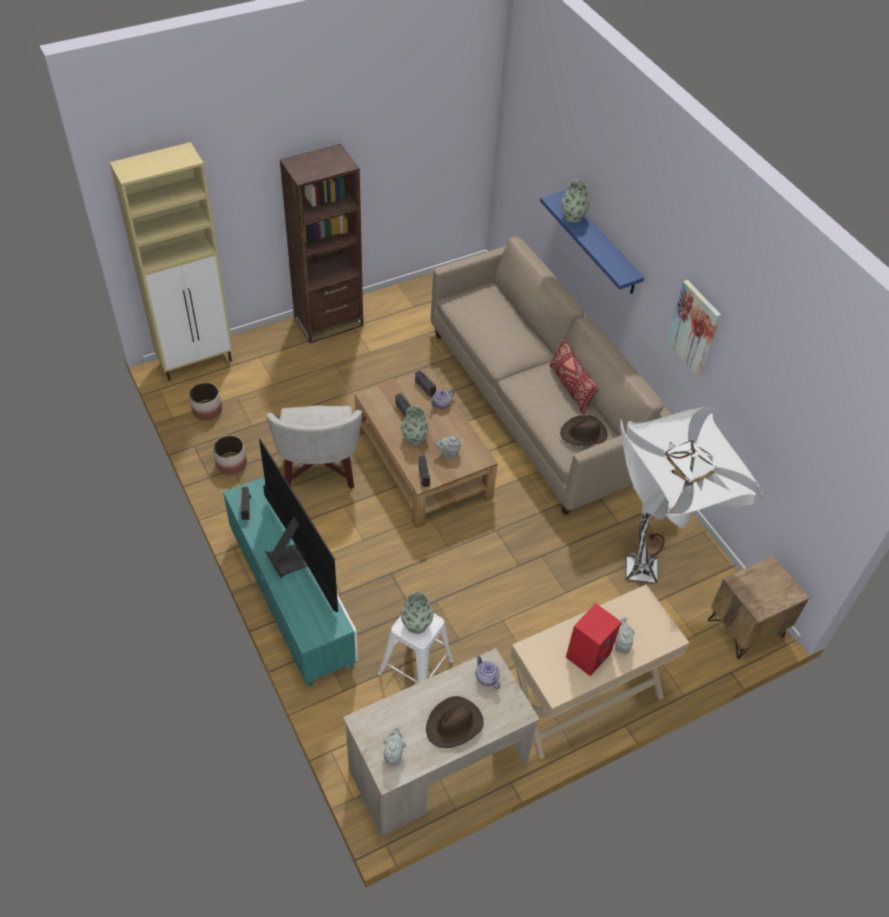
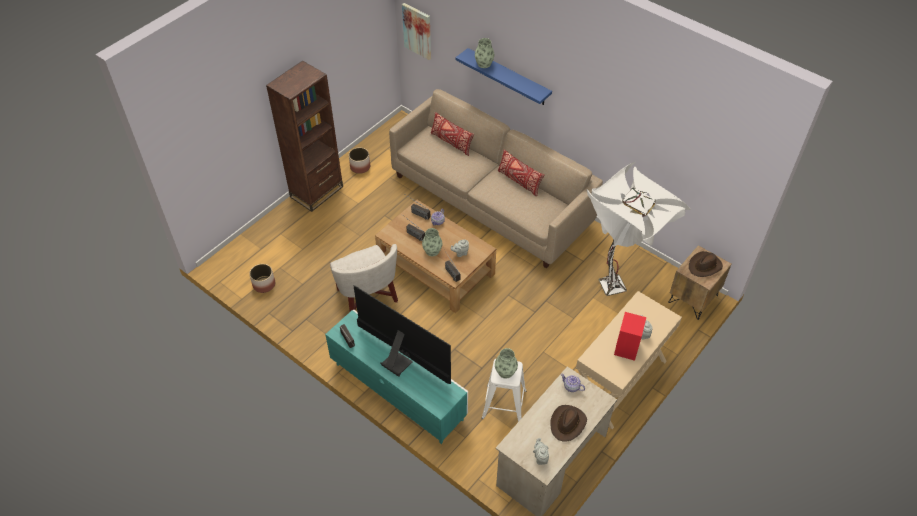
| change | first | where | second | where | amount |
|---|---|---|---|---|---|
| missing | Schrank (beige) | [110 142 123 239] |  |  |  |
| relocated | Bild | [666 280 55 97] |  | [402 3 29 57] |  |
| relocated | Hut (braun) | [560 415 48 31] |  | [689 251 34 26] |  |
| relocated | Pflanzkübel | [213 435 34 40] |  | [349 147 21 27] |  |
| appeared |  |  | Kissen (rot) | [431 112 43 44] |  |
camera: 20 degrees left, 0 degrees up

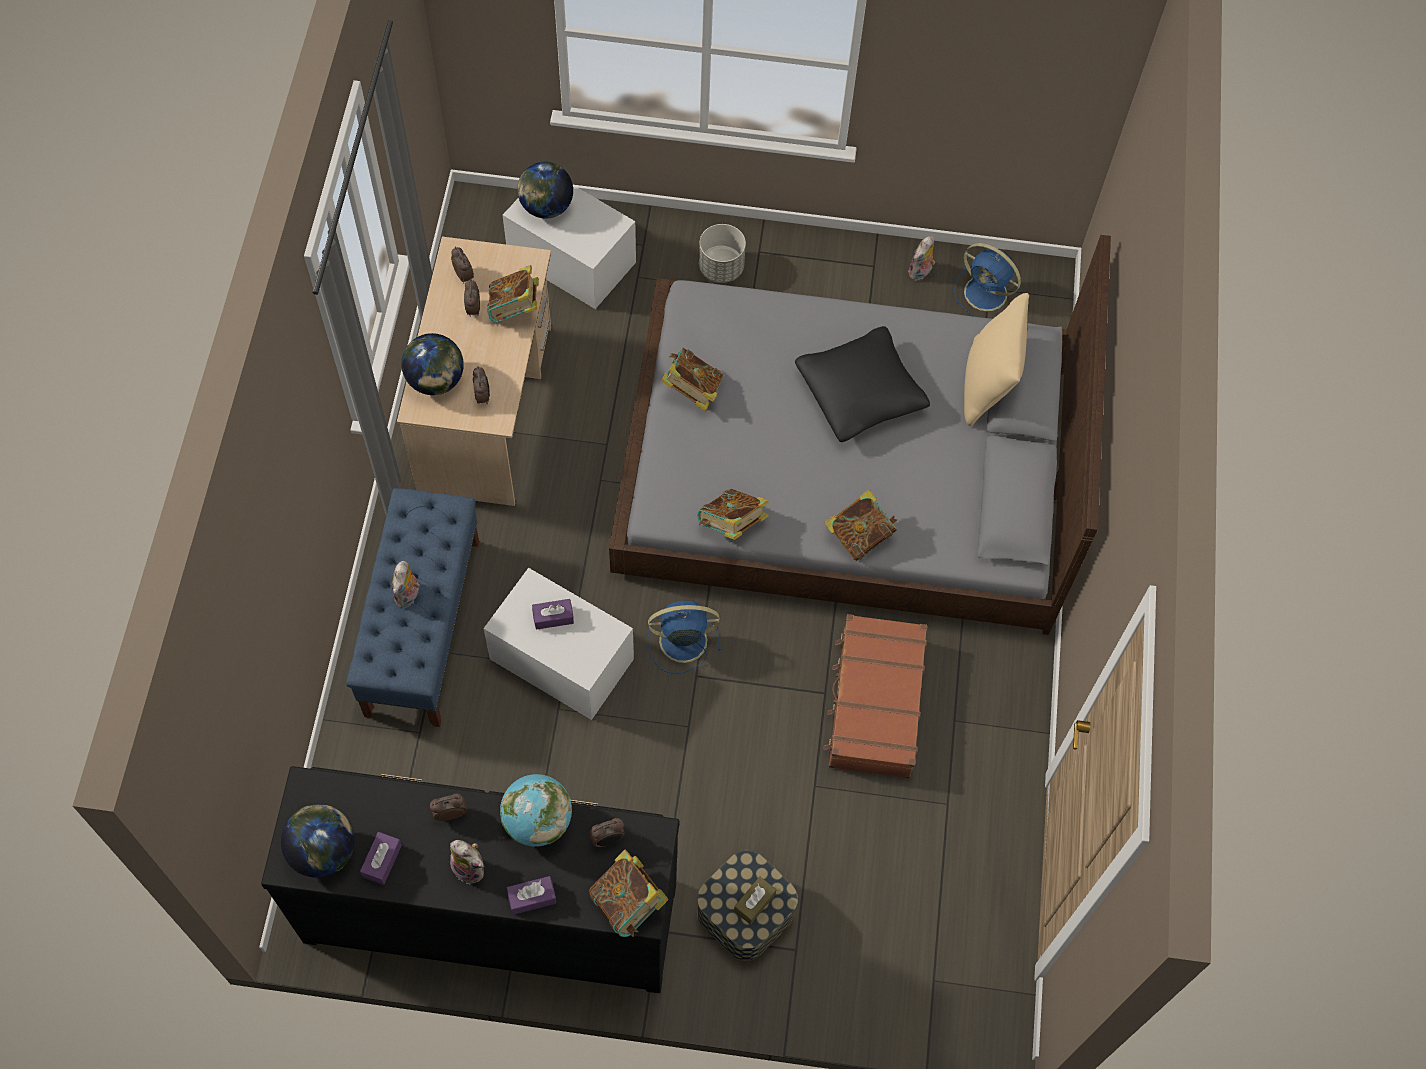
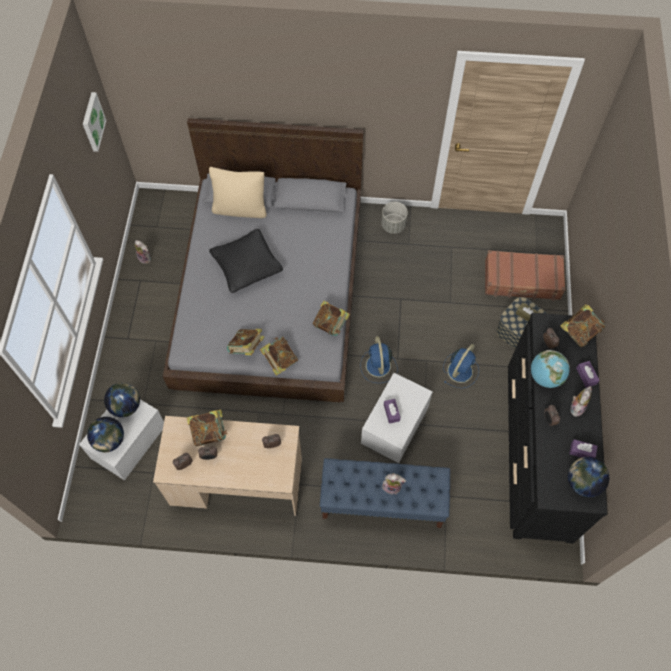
| change | first | where | second | where | amount |
|---|---|---|---|---|---|
| relocated | Pflanzkübel (grau) | [699 224 47 59] |  | [381 202 27 32] |  |
| relocated | Ventilator (blau) | [954 243 67 74] |  | [443 344 36 44] |  |
| relocated | Globus | [401 333 63 62] |  | [104 382 36 35] |  |
| relocated | Buch | [824 489 73 72] |  | [260 337 38 39] |  |
| relocated | Koffer (braun) | [823 614 104 164] |  | [485 250 80 51] |  |
| appeared |  |  | Bild | [83 92 24 60] |  |
camera: 90 degrees left, 0 degrees up

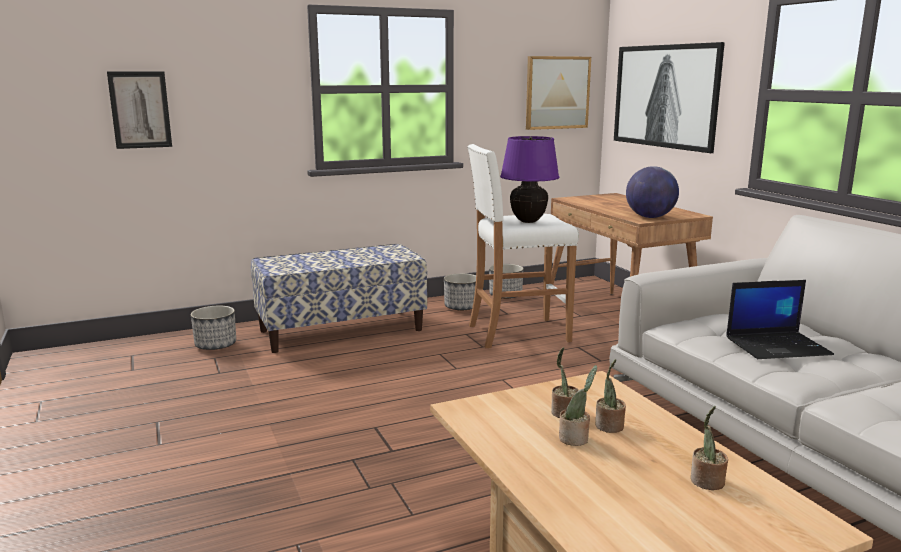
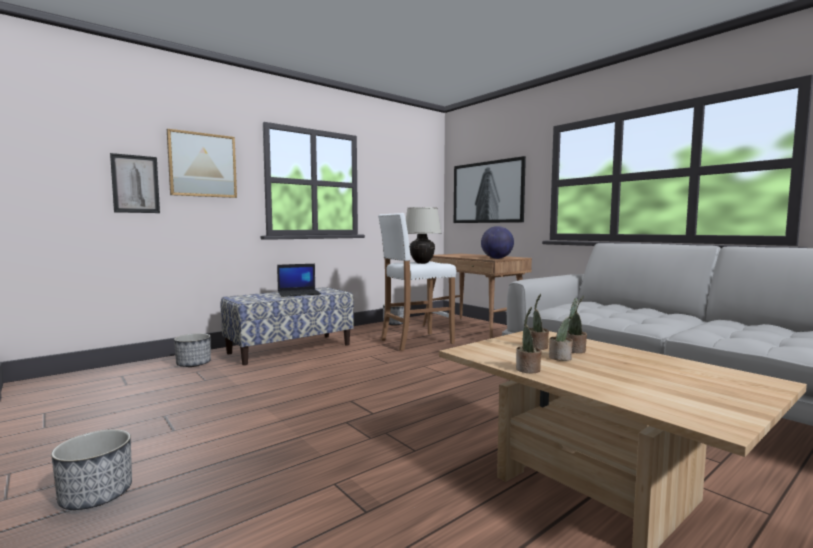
| change | first | where | second | where | amount |
|---|---|---|---|---|---|
| relocated | Bild | [526 56 65 74] |  | [167 129 70 69] |  |
| colour | Tischlampe (lila) | [500 136 60 87] | Tischlampe (beige) | [406 207 36 57] |  |
| relocated | Pflanzkübel | [444 273 32 38] |  | [51 429 81 81] |  |
| relocated | Laptop | [726 280 108 79] |  | [277 264 44 33] |  |
| relocated | Topfpflanze | [691 406 37 84] |  | [516 307 25 66] |  |
camera: 15 degrees left, 10 degrees down

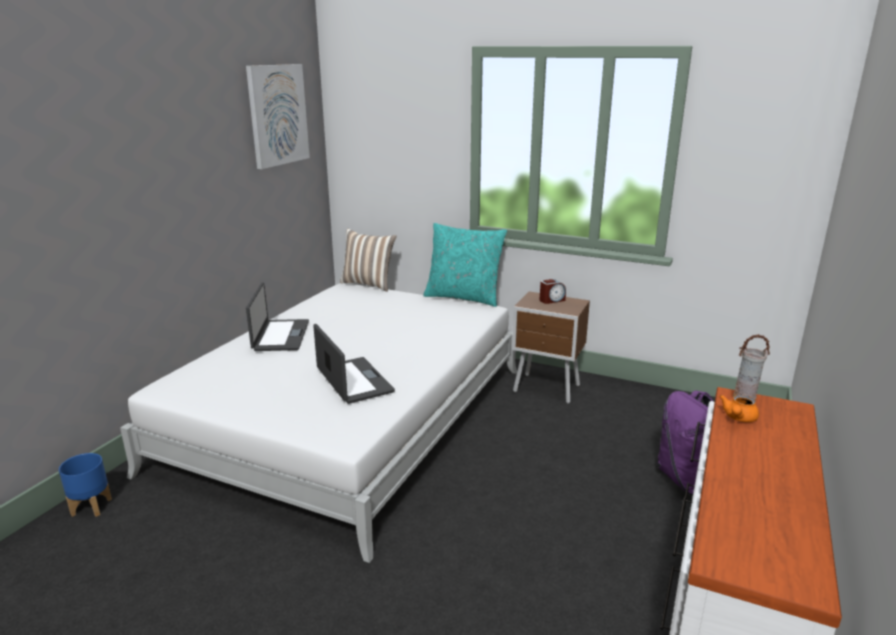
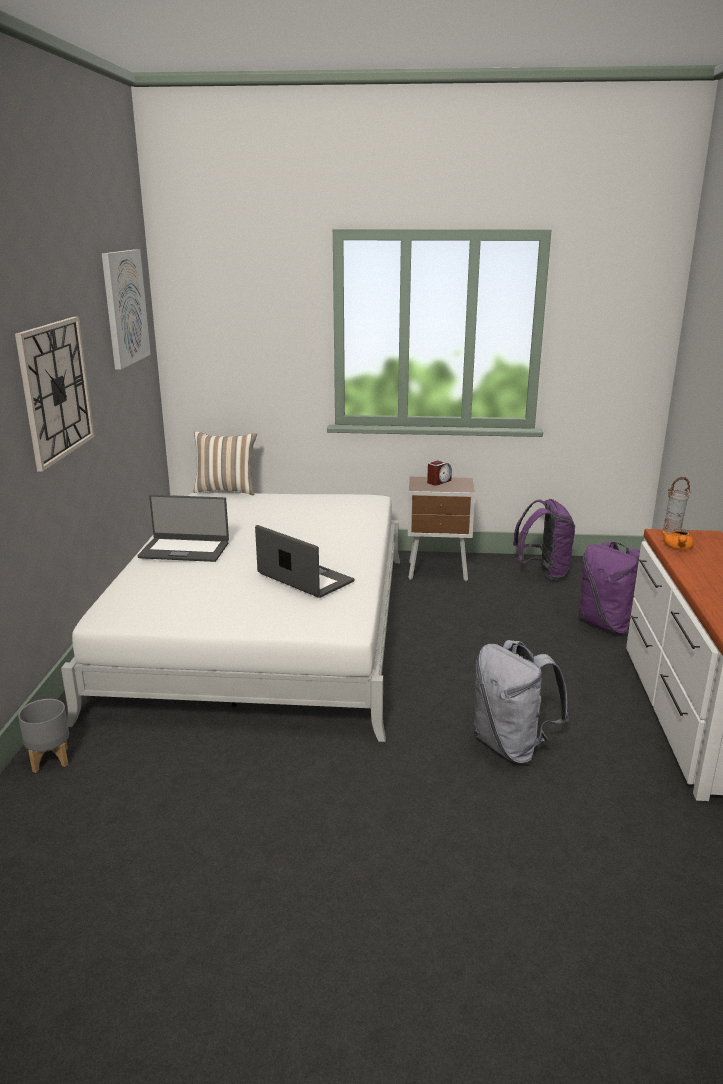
| change | first | where | second | where | amount |
|---|---|---|---|---|---|
| missing | Kissen (türkis) | [423 223 84 84] |  |  |  |
| spun | Laptop | [246 282 63 69] |  | [137 495 92 67] | 120 degrees clockwise |
| colour | Pflanzkübel (blau) | [59 453 53 64] | Pflanzkübel (grau) | [18 699 51 74] |  |
| appeared |  |  | Wanduhr | [15 317 80 155] |  |
| appeared |  |  | Rucksack (lila) | [513 499 62 81] |  |
| appeared |  |  | Rucksack (grau) | [473 640 96 124] |  |
camera: 20 degrees left, 0 degrees up

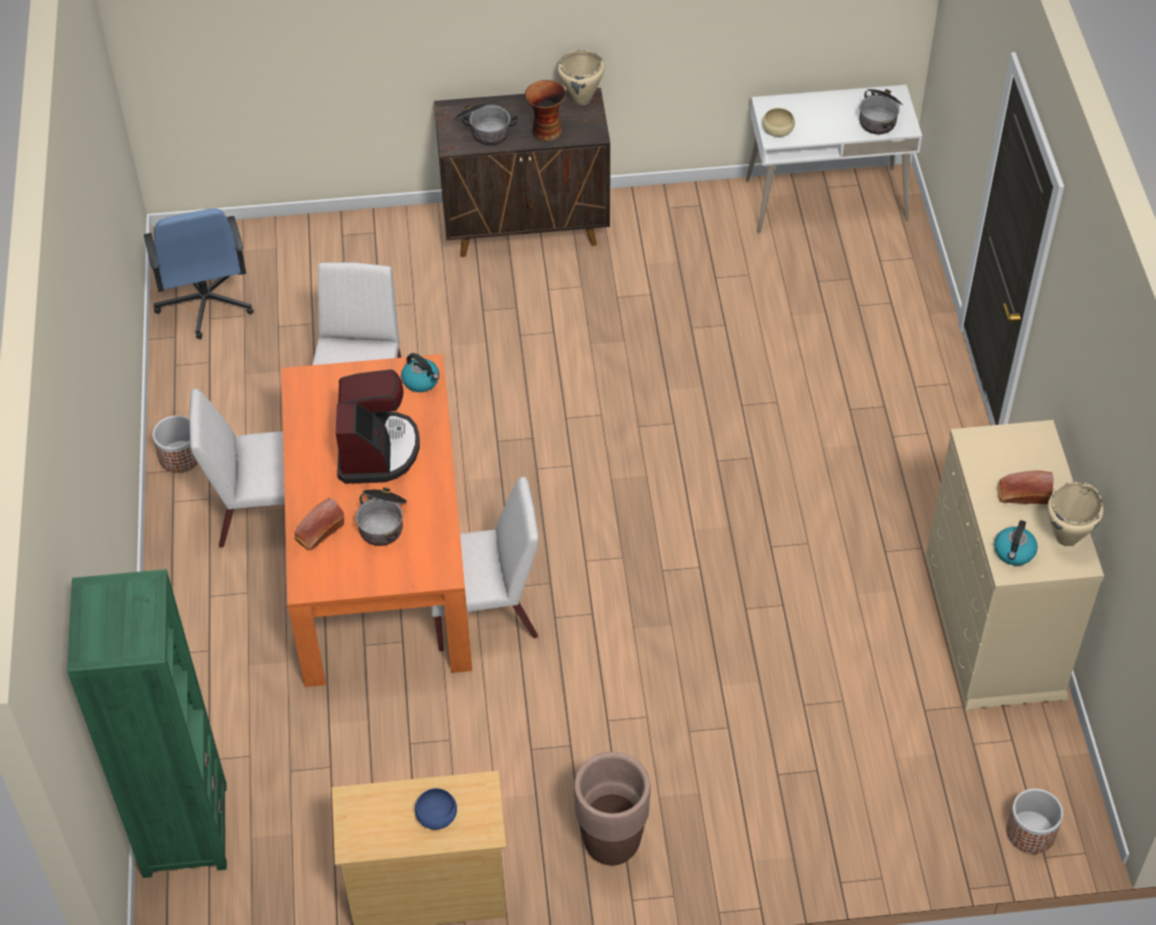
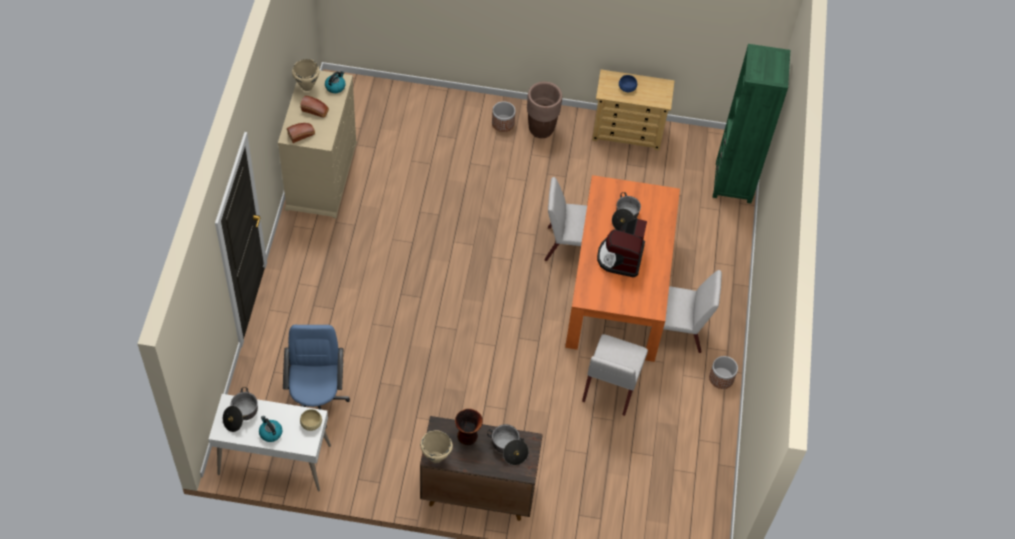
| change | first | where | second | where | amount |
|---|---|---|---|---|---|
| relocated | Bürostuhl (blau) | [144 208 110 131] |  | [283 325 67 103] |  |
| relocated | Wasserkessel | [401 353 38 39] |  | [259 416 23 26] |  |
| relocated | Brot | [295 498 49 52] |  | [287 123 28 20] |  |
| relocated | Pflanzkübel | [1006 788 57 66] |  | [492 101 23 31] |  |
camera: 170 degrees left, 5 degrees up

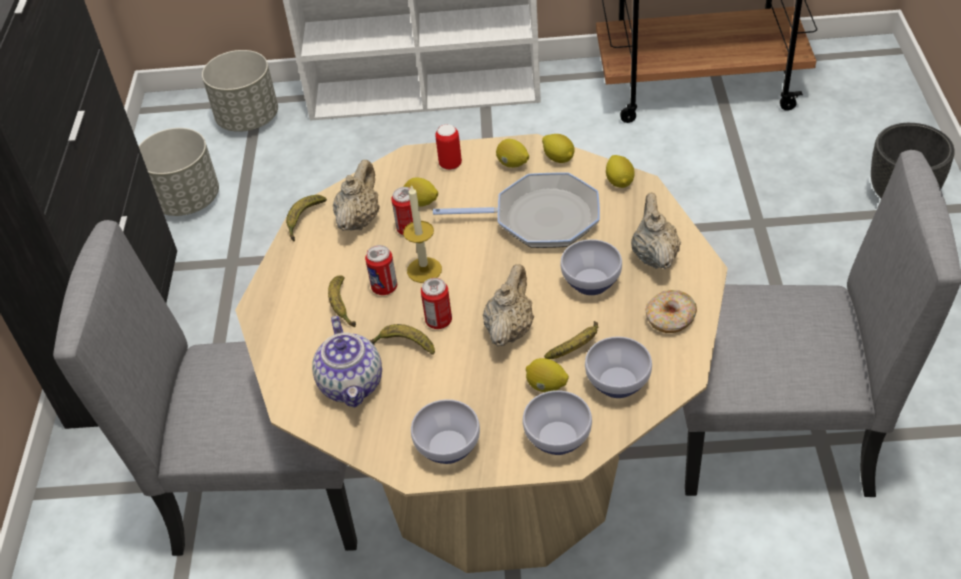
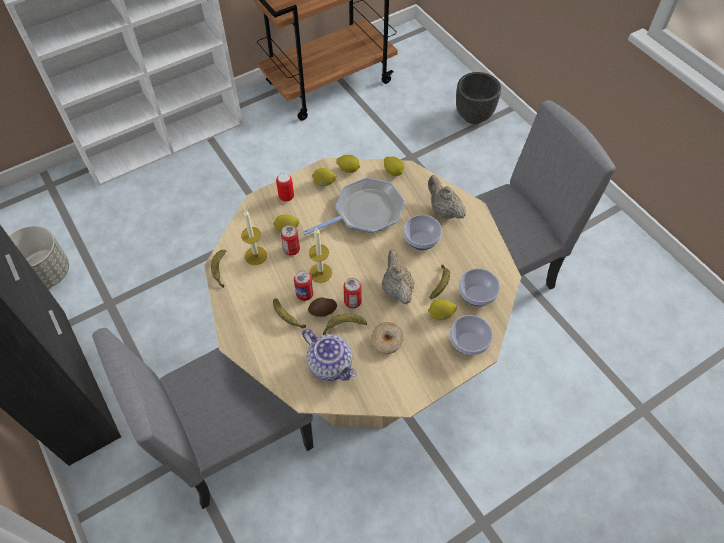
| change | first | where | second | where | amount |
|---|---|---|---|---|---|
| missing | Pflanzkübel (grau) | [202 50 76 82] |  |  |  |
| exchanged | Teekanne (beige) | [333 160 47 71] | Kerze | [241 210 26 55] |  |
| relocated | Donut | [646 290 51 43] |  | [371 322 32 32] |  |
| missing | Schüssel | [411 399 69 65] |  |  |  |
| appeared |  |  | Kartoffel | [308 298 29 19] |  |
camera: 35 degrees left, 10 degrees up

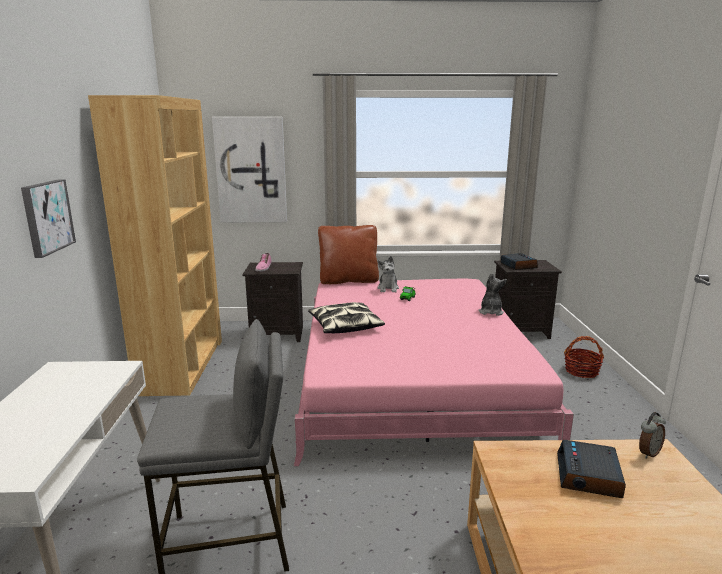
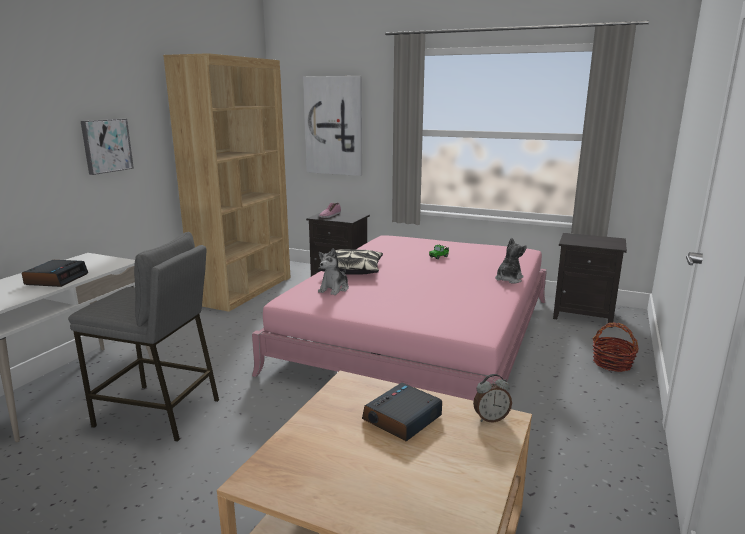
| change | first | where | second | where | amount |
|---|---|---|---|---|---|
| missing | Kissen (braun) | [318 225 61 59] |  |  |  |
| relocated | Wecker | [500 253 38 17] |  | [22 260 66 27] |  |
| relocated | Plüschtier | [377 256 22 36] |  | [318 248 31 47] |  |
camera: 25 degrees right, 0 degrees up

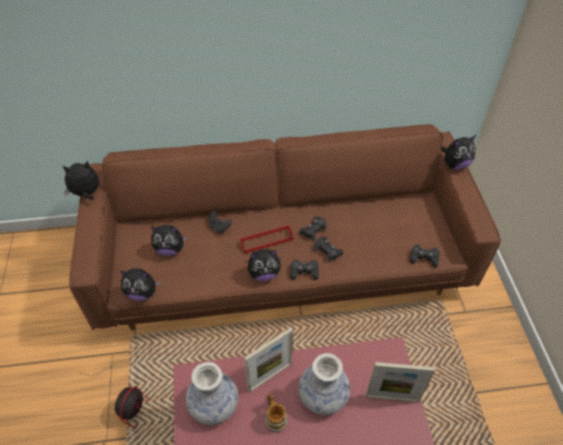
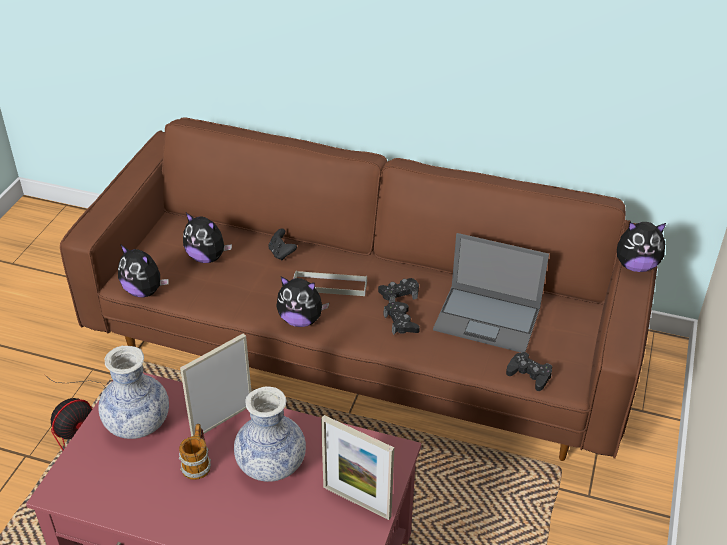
| change | first | where | second | where | amount |
|---|---|---|---|---|---|
| missing | Plüschtier | [62 161 37 39] |  |  |  |
| colour | Tablett (rot) | [240 226 53 27] | Tablett (grau) | [294 270 73 26] |  |
| missing | Gamepad (schwarz) | [291 259 28 21] |  |  |  |
| spun | Bilderrahmen | [244 328 49 64] |  | [180 333 72 104] | 150 degrees clockwise |
| appeared |  |  | Laptop | [433 233 116 120] |  |
camera: 25 degrees right, 10 degrees down

